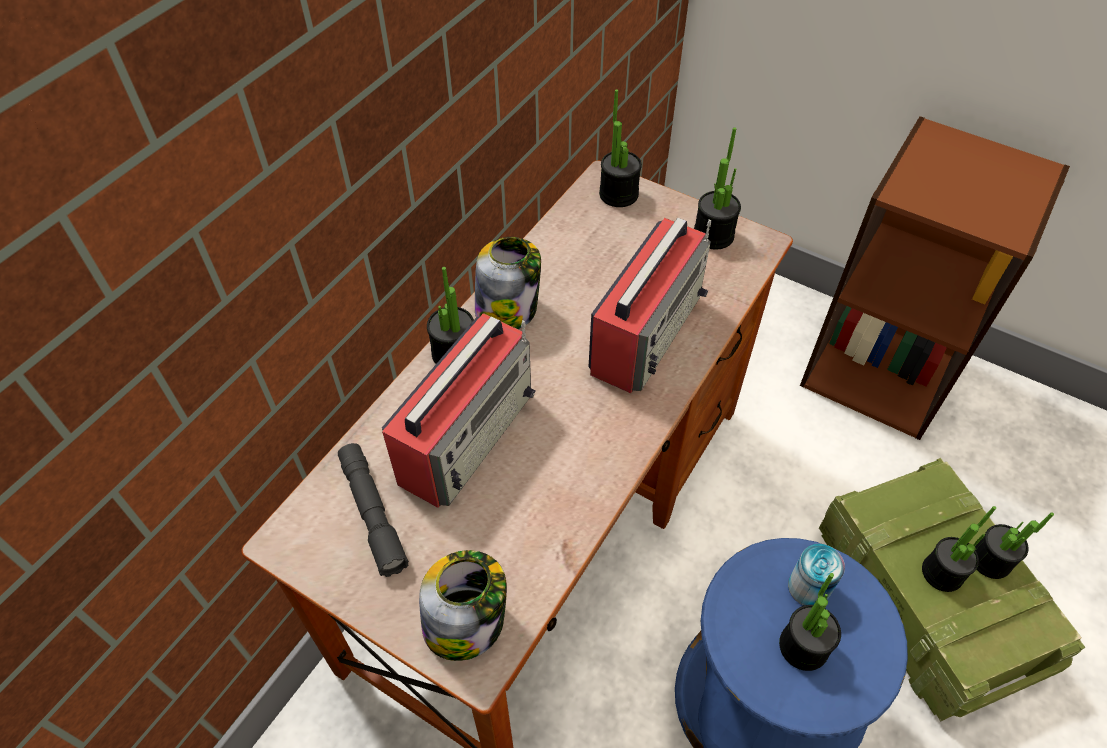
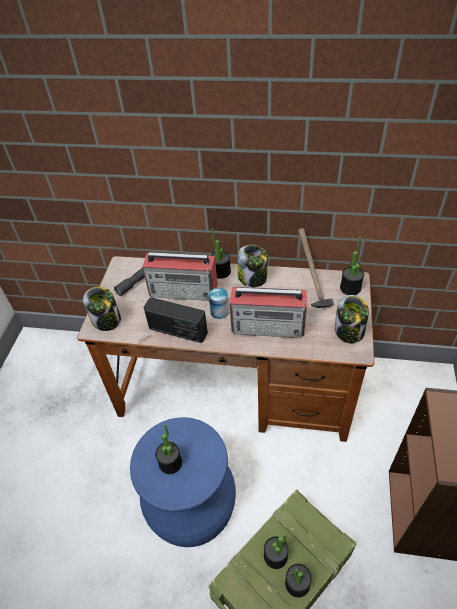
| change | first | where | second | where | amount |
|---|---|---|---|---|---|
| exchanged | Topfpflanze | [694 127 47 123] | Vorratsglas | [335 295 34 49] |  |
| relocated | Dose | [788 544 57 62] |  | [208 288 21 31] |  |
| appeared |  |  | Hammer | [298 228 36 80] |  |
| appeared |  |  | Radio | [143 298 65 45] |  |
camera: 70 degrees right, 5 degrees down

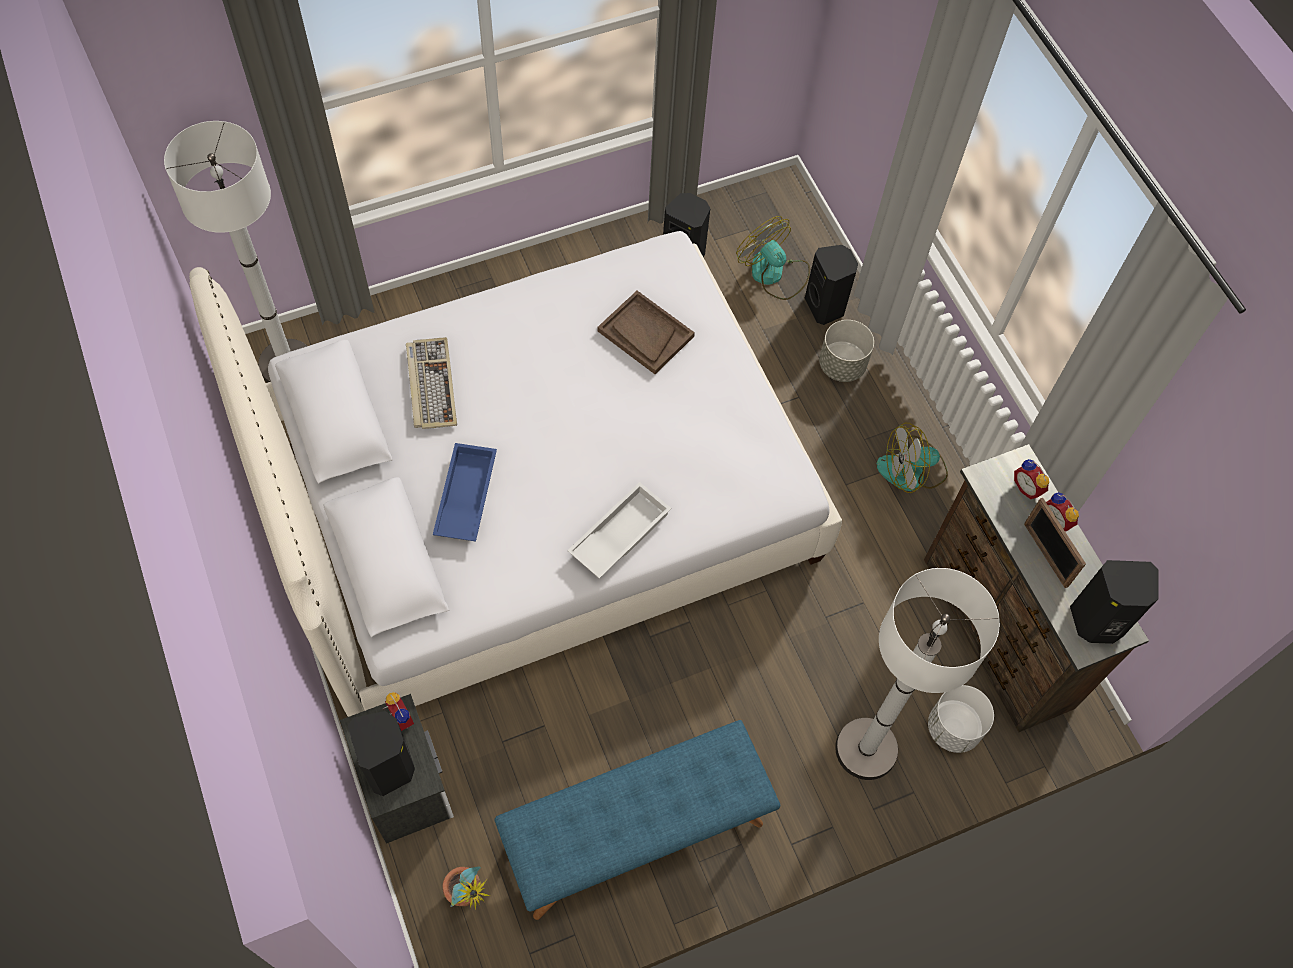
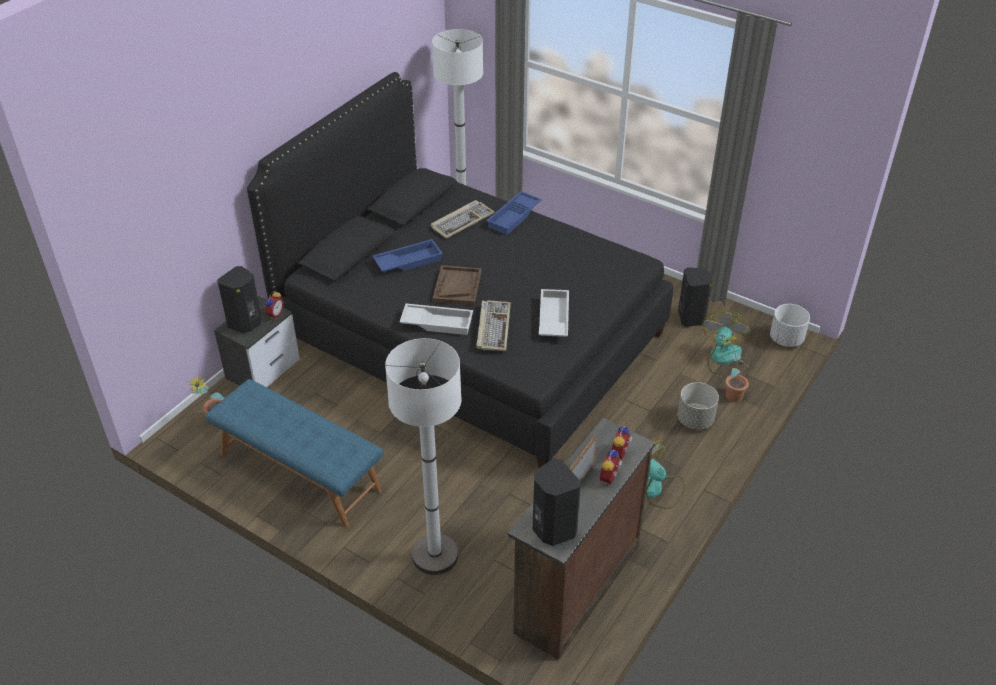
| change | first | where | second | where | amount |
|---|---|---|---|---|---|
| colour | Bett (weiß) | [189 231 653 486] | Bett (schwarz) | [247 72 426 396] |  |
| exchanged | Lautsprecher (schwarz) | [805 245 53 80] | Topfpflanze | [720 336 29 66] |  |
| relocated | Tablett (braun) | [597 291 98 83] |  | [433 265 48 41] |  |
| relocated | Pflanzkübel (weiß) | [928 685 66 68] |  | [770 304 40 43] |  |
| appeared |  |  | Tablett (blau) | [486 191 56 44] |  |
| appeared |  |  | Tablett (weiß) | [539 289 30 48] |  |
| appeared |  |  | Tastatur | [476 300 35 51] |  |
camera: 60 degrees right, 20 degrees down

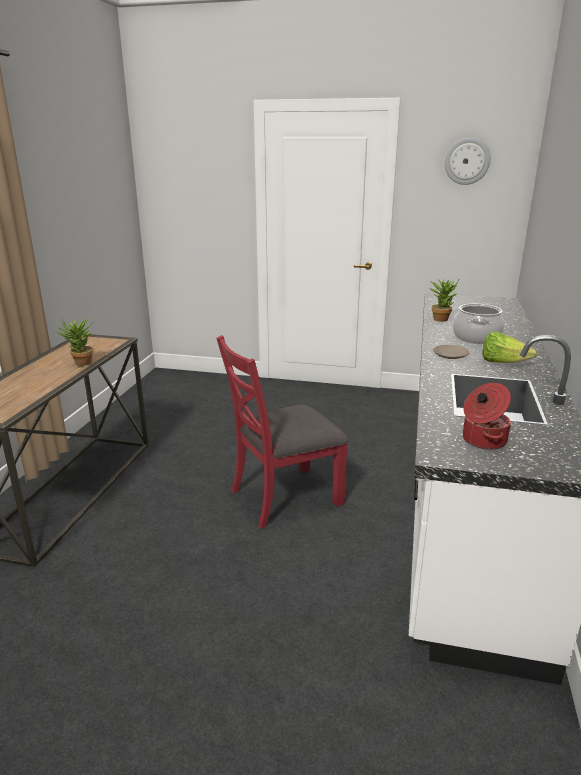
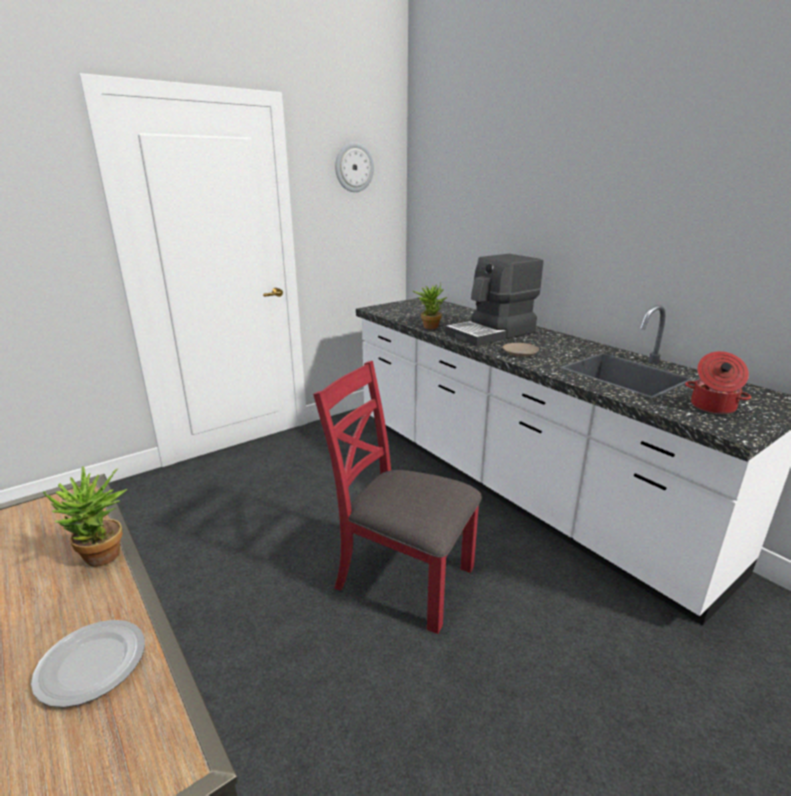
| change | first | where | second | where | amount |
|---|---|---|---|---|---|
| exchanged | Kochtopf | [453 304 51 40] | Kaffeemaschine | [445 254 98 92] |  |
| missing | Salatkopf | [482 332 56 31] |  |  |  |
| spun | Stuhl (rot) | [216 335 133 194] |  | [313 361 169 273] | 105 degrees clockwise |
| appeared |  |  | Teller | [31 620 114 87] |  |
camera: 50 degrees left, 0 degrees up

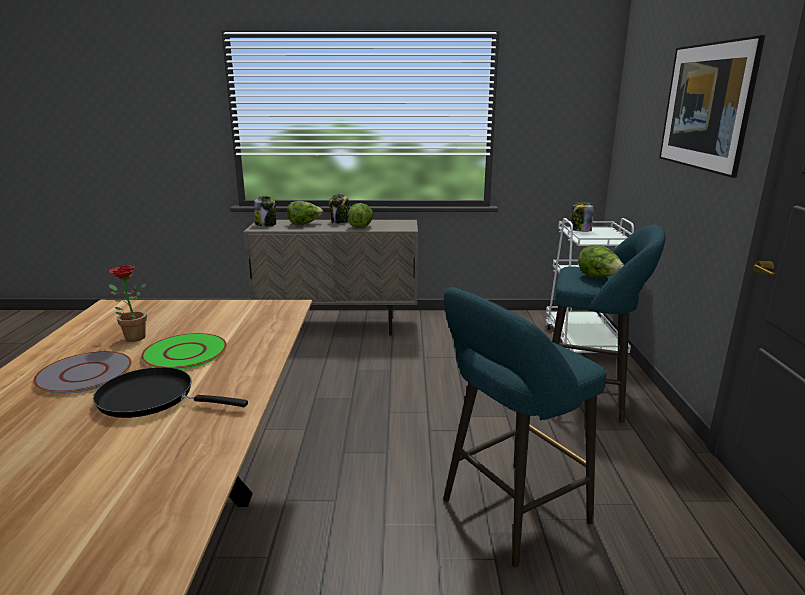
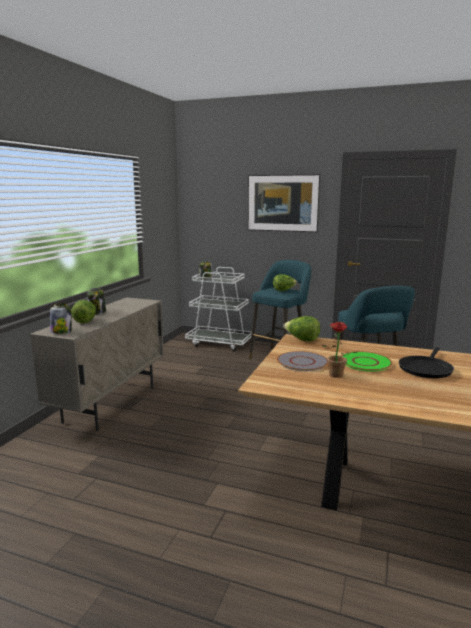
| change | first | where | second | where | amount |
|---|---|---|---|---|---|
| relocated | Salatkopf | [348 203 25 25] |  | [283 316 37 25] |  |
| relocated | Teller (grau) | [33 351 99 43] |  | [277 351 51 20] |  |
camera: 70 degrees left, 5 degrees down

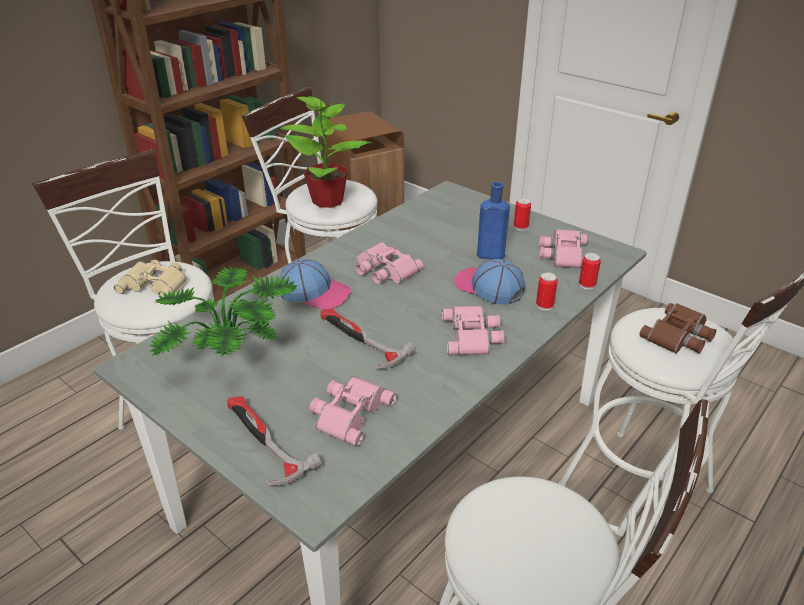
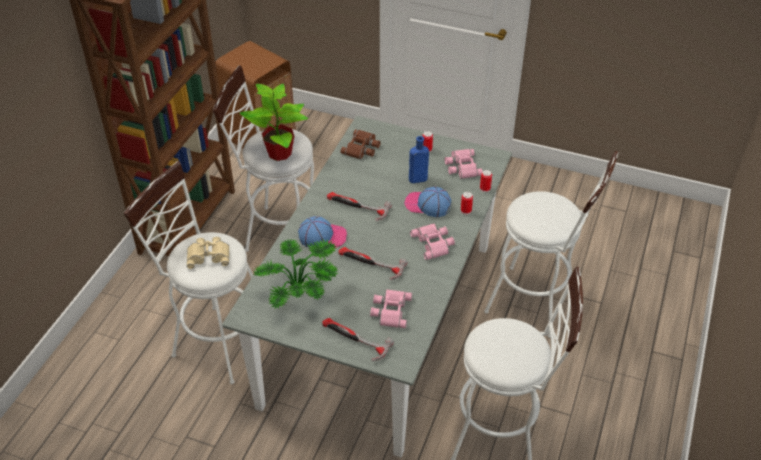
| change | first | where | second | where | amount |
|---|---|---|---|---|---|
| exchanged | Fernglas (rosa) | [356 242 67 42] | Hammer | [327 192 65 29] |  |
| relocated | Fernglas (braun) | [639 303 77 51] |  | [340 129 41 30] |  |
camera: 20 degrees left, 10 degrees up

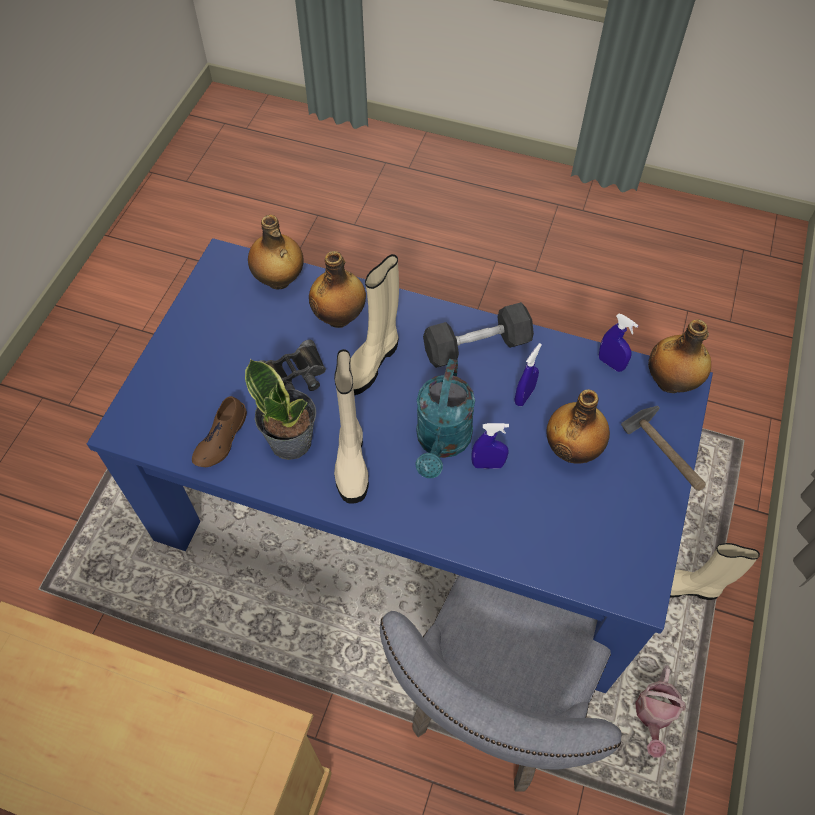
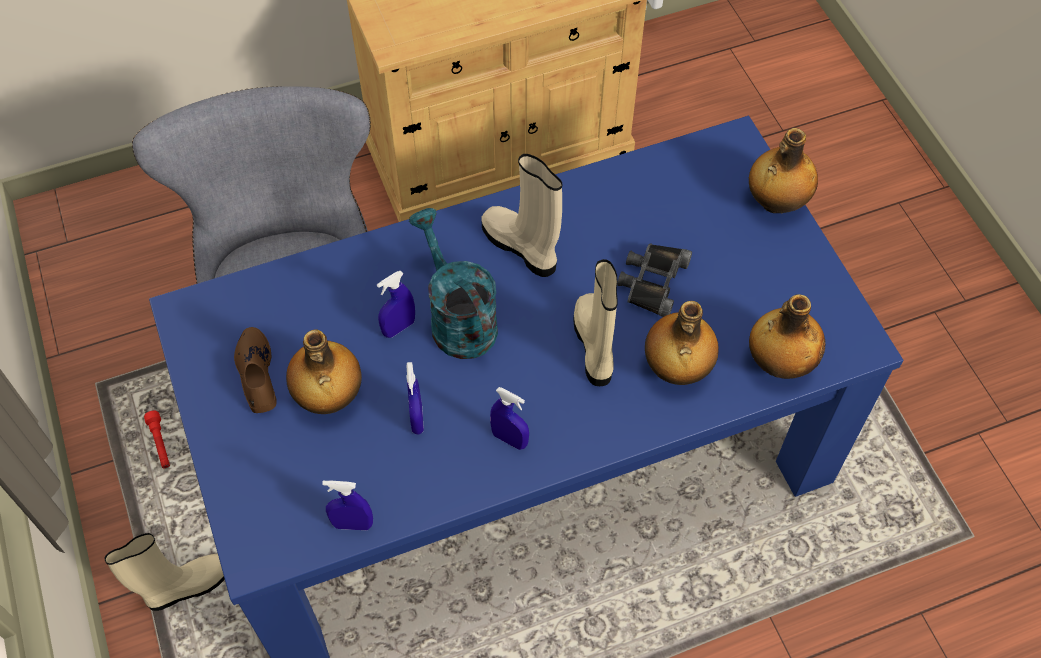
| change | first | where | second | where | amount |
|---|---|---|---|---|---|
| exchanged | Hantel (schwarz) | [423 302 111 66] | Sprühflasche (blau) | [490 387 39 63] |  |
| relocated | Flasche | [648 319 63 74] |  | [749 128 69 85] |  |
| missing | Topfpflanze | [245 359 71 101] |  |  |  |
| relocated | Schuh (braun) | [192 396 55 71] |  | [234 327 43 86] |  |
| missing | Hammer | [621 406 85 85] |  |  |  |
| exchanged | Gießkanne | [635 665 51 93] | Taschenlampe (rot) | [144 411 26 58] |  |
camera: 140 degrees right, 0 degrees up

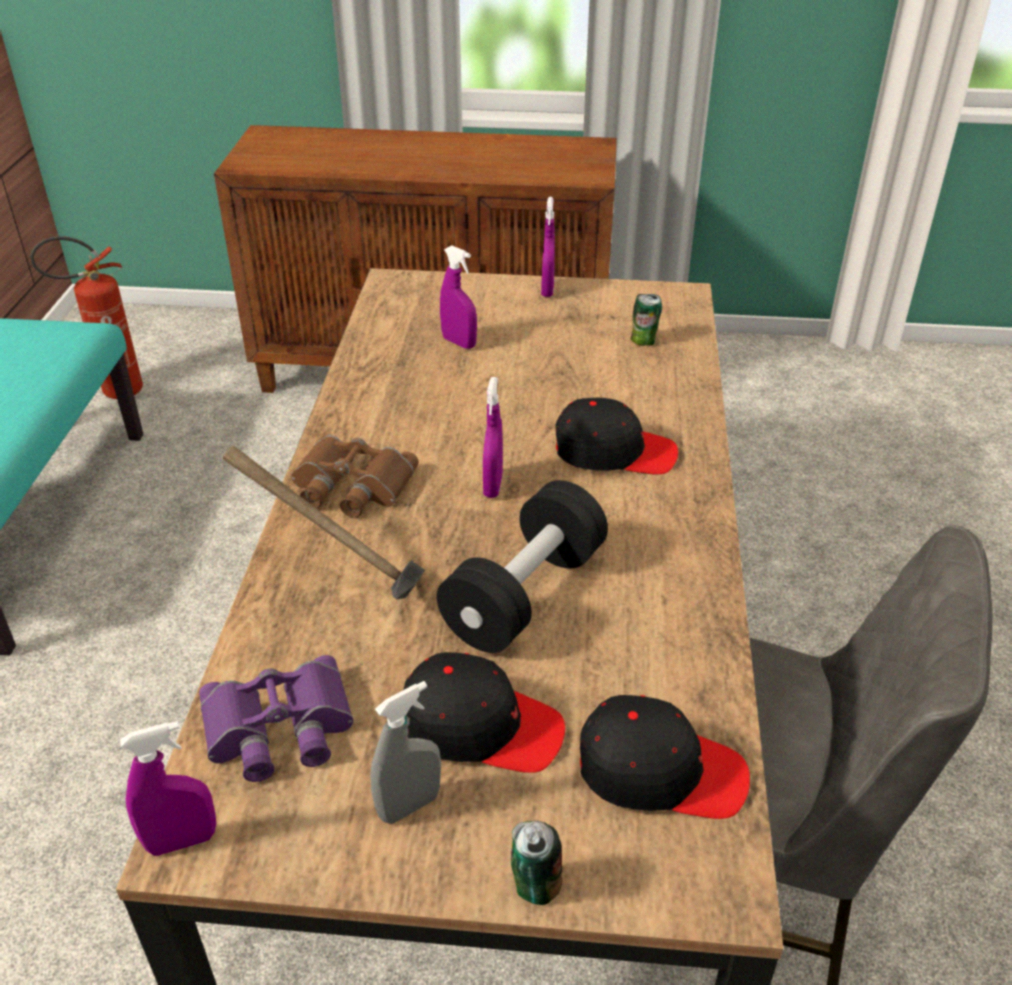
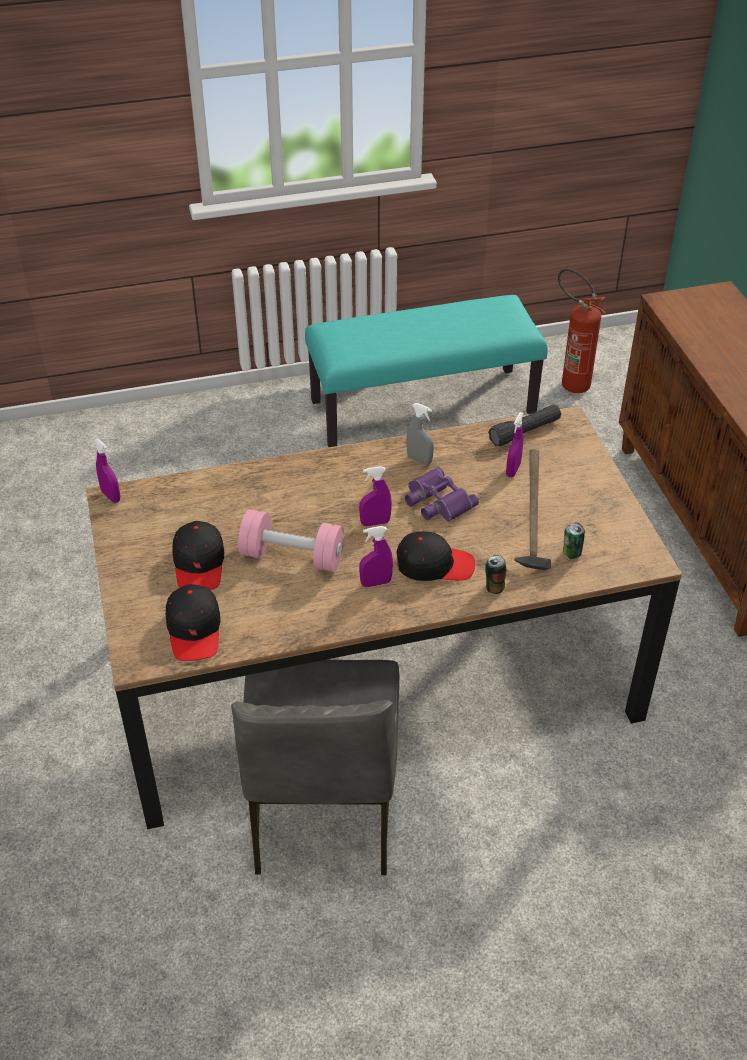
| change | first | where | second | where | amount |
|---|---|---|---|---|---|
| relocated | Sprühflasche (lila) | [541 197 14 100] |  | [359 526 34 61] |  |
| spun | Kappe (schwarz) | [556 397 122 77] |  | [397 531 78 50] | 75 degrees counterclockwise |
| missing | Fernglas (braun) | [291 435 128 83] |  |  |  |
| relocated | Hammer | [223 446 202 153] |  | [514 449 37 122] |  |
| colour | Hantel (schwarz) | [437 480 171 173] | Hantel (rosa) | [238 510 106 62] |  |
| relocated | Fernglas (lila) | [199 655 154 127] |  | [405 467 74 55] |  |
| relocated | Sprühflasche (grau) | [370 681 71 143] |  | [406 403 28 62] |  |
| relocated | Dose | [510 821 52 84] |  | [485 554 21 40] |  |
| appeared |  |  | Taschenlampe (schwarz) | [488 404 73 42] |  |
camera: 70 degrees right, 5 degrees up

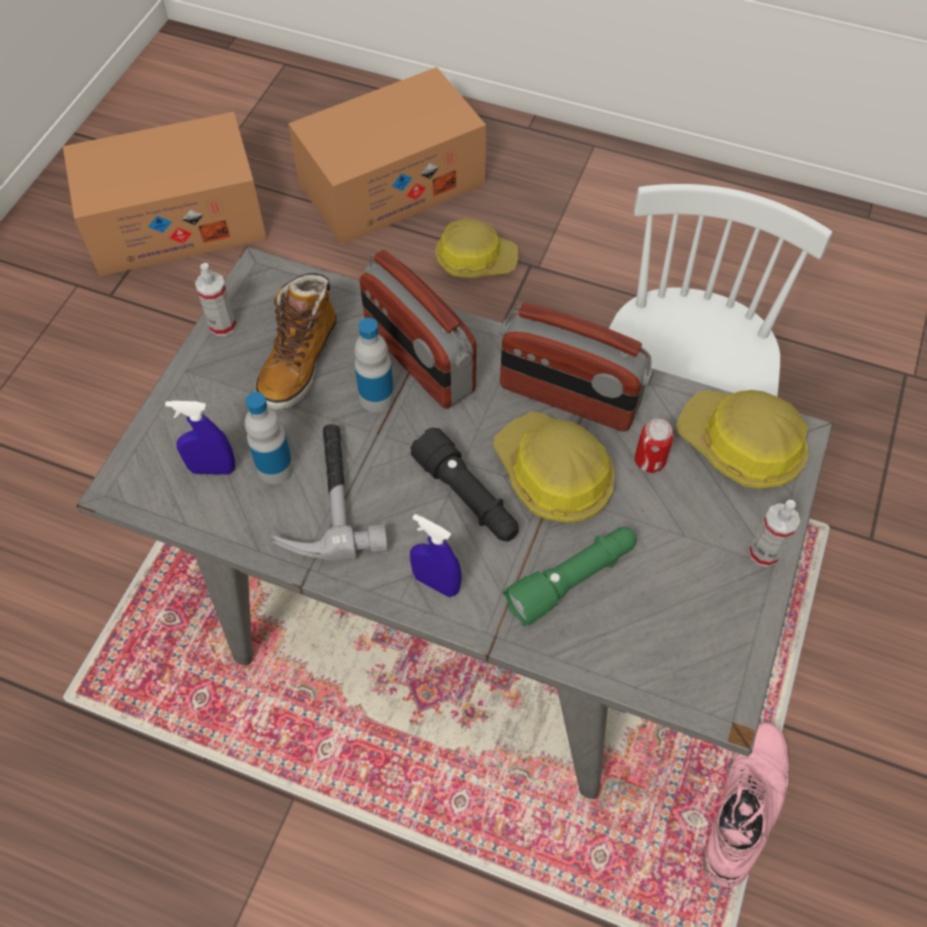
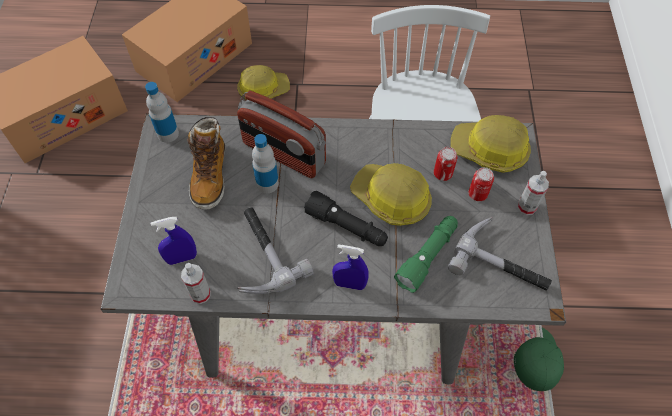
| change | first | where | second | where | amount |
|---|---|---|---|---|---|
| relocated | Sprühflasche | [195 263 42 73] |  | [181 263 30 41] |  |
| missing | Radio | [500 303 154 129] |  |  |  |
| relocated | Flasche | [245 392 49 92] |  | [145 82 34 61] |  |
| exchanged | Stiefel (rosa) | [703 723 86 165] | Kappe (grün) | [514 328 50 63] |  |
| appeared |  |  | Dose | [468 167 26 34] |  |
| appeared |  |  | Hammer | [448 217 104 74] |  |
camera: 20 degrees left, 0 degrees up

